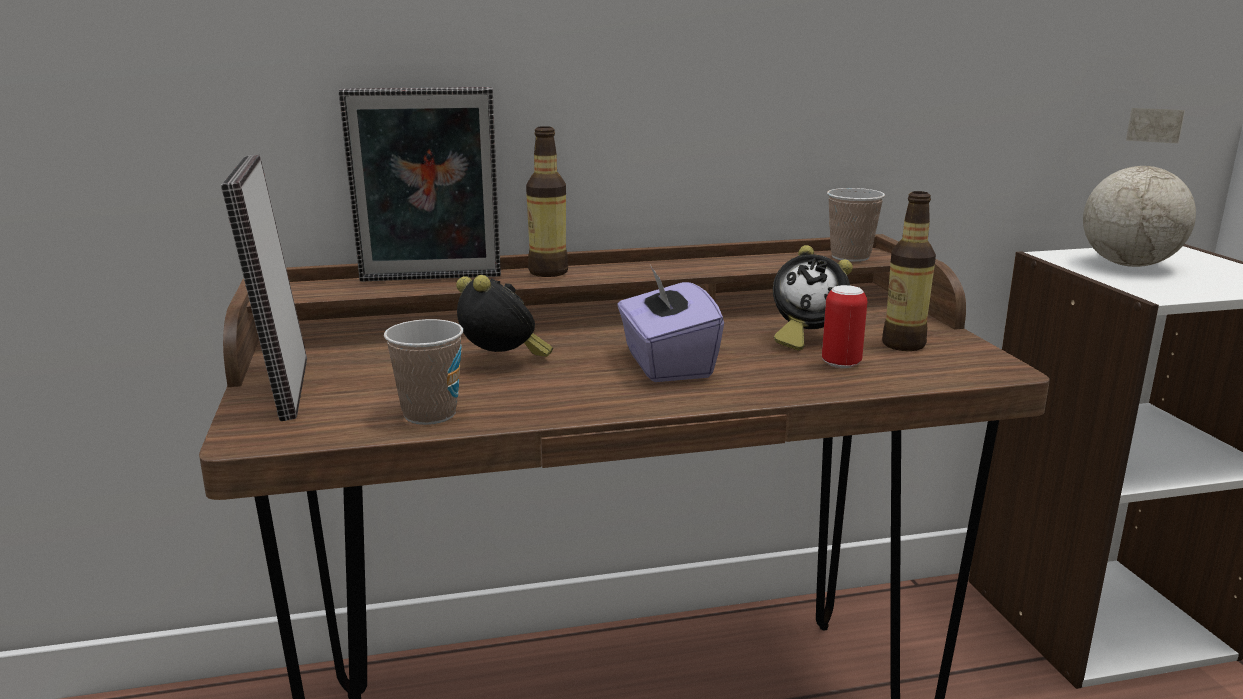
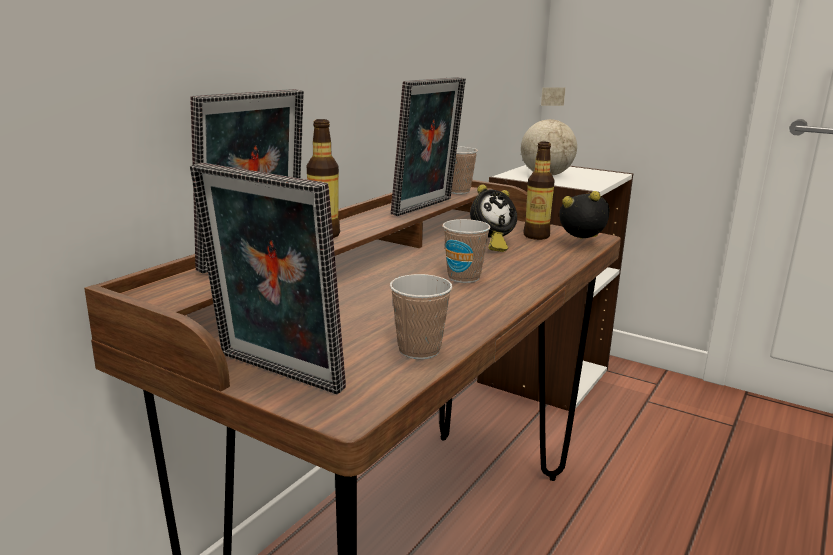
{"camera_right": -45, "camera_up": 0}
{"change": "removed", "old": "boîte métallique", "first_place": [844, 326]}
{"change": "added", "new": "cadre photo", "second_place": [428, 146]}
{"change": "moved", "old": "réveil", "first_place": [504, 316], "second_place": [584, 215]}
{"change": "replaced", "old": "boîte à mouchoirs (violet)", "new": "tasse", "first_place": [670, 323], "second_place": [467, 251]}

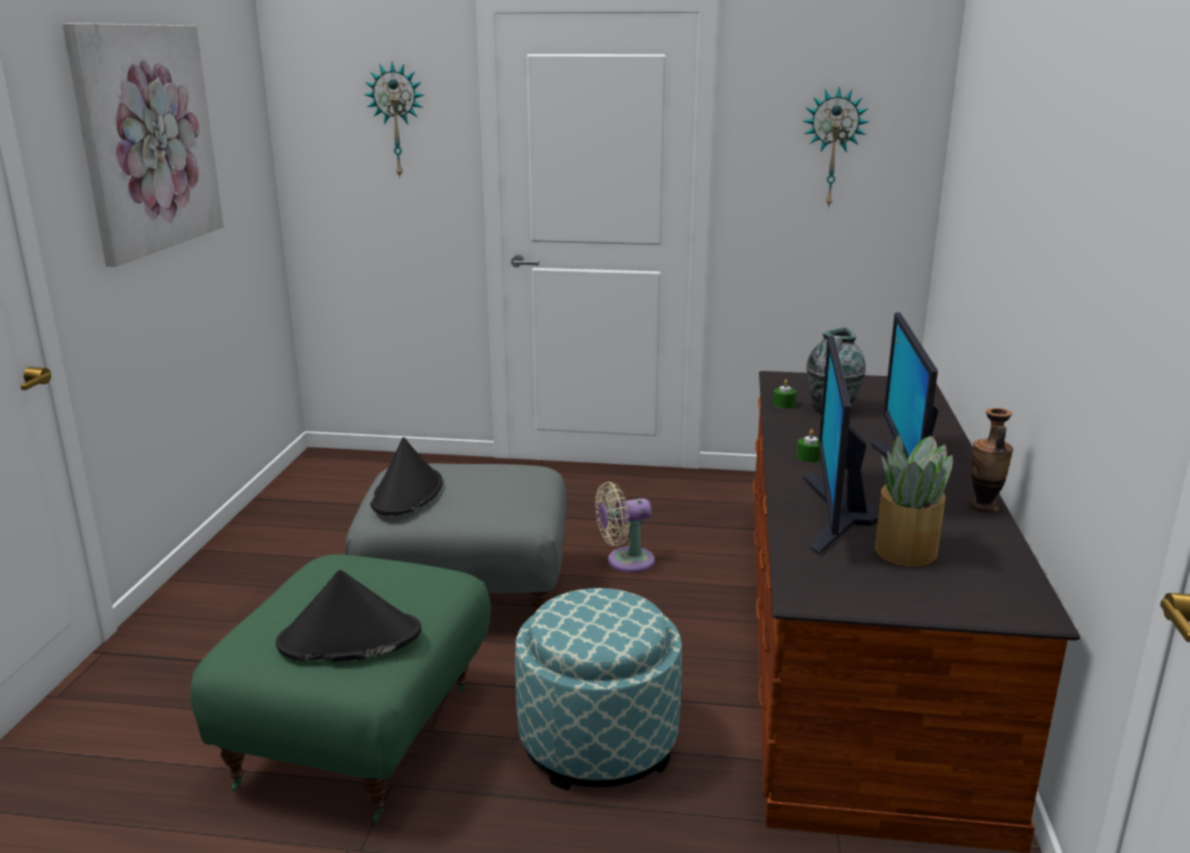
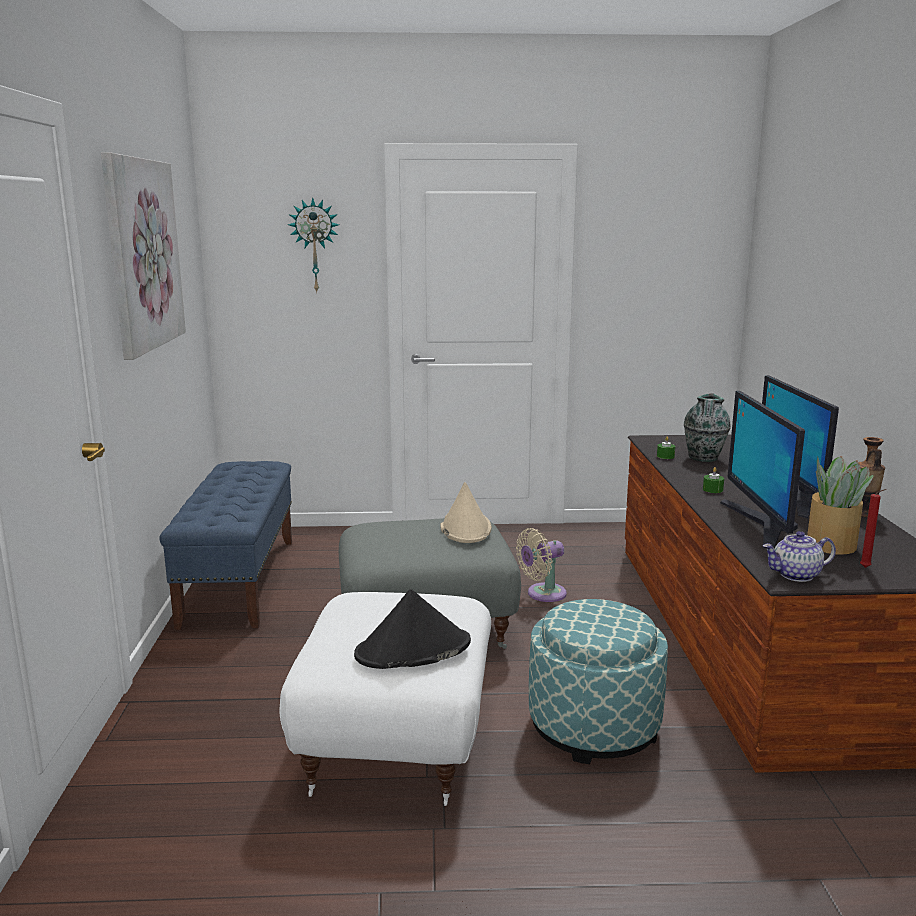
{"camera_right": -10, "camera_up": -5}
{"change": "removed", "old": "chapeau (noir)", "first_place": [406, 476]}
{"change": "removed", "old": "horloge murale", "first_place": [836, 147]}
{"change": "added", "new": "banc (bleu)", "second_place": [225, 545]}
{"change": "added", "new": "chapeau (beige)", "second_place": [466, 512]}
{"change": "added", "new": "théière", "second_place": [799, 556]}
{"change": "added", "new": "bougie (rouge)", "second_place": [873, 528]}
{"change": "recoloured", "old": "pouf (vert)", "new": "pouf (blanc)", "first_place": [340, 688], "second_place": [385, 699]}

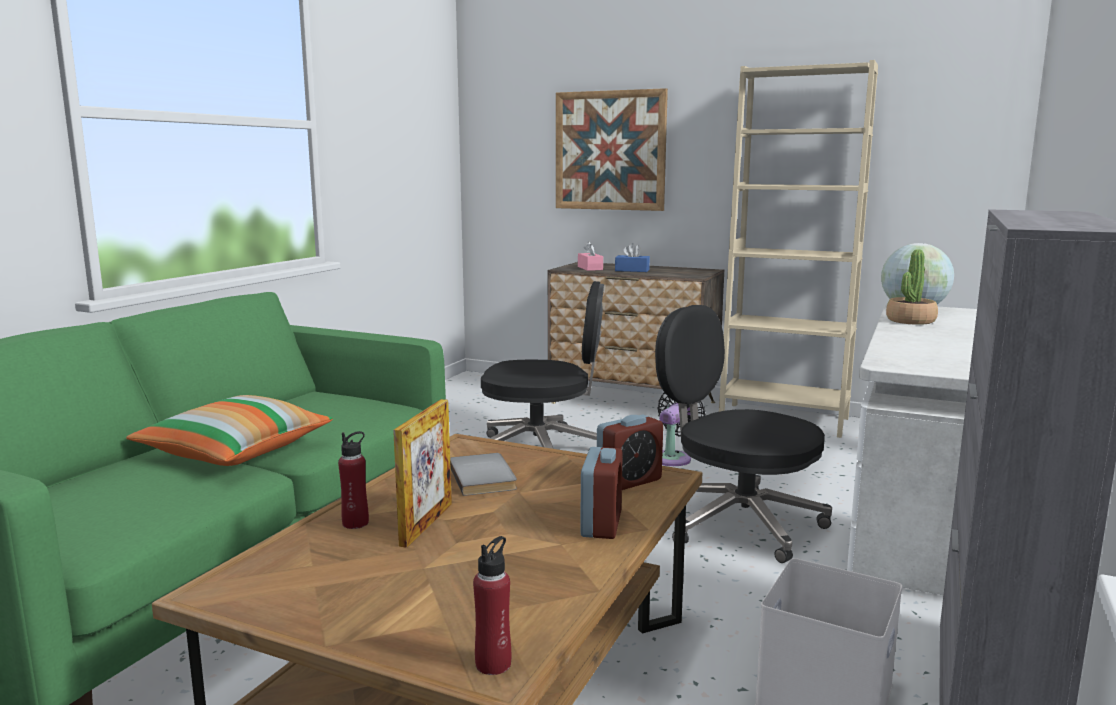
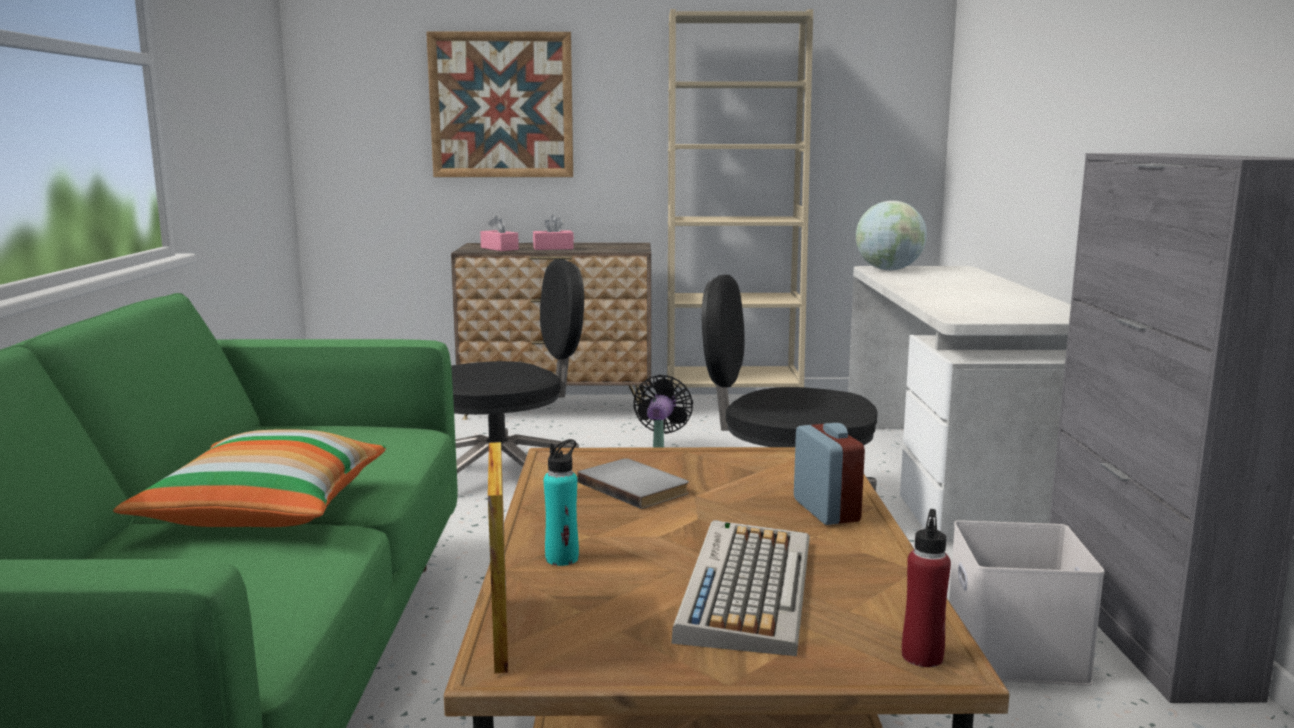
{"camera_right": -25, "camera_up": 0}
{"change": "removed", "old": "réveil", "first_place": [630, 452]}
{"change": "removed", "old": "plante en pot", "first_place": [912, 287]}
{"change": "added", "new": "clavier", "second_place": [740, 588]}
{"change": "moved", "old": "cadre photo", "first_place": [422, 473], "second_place": [498, 557]}
{"change": "recoloured", "old": "bouteille (rouge)", "new": "bouteille (turquoise)", "first_place": [353, 480], "second_place": [561, 502]}
{"change": "recoloured", "old": "boîte à mouchoirs (bleu)", "new": "boîte à mouchoirs (rose)", "first_place": [632, 257], "second_place": [553, 232]}

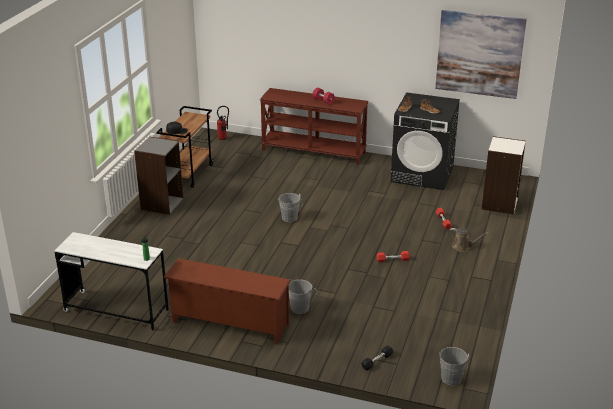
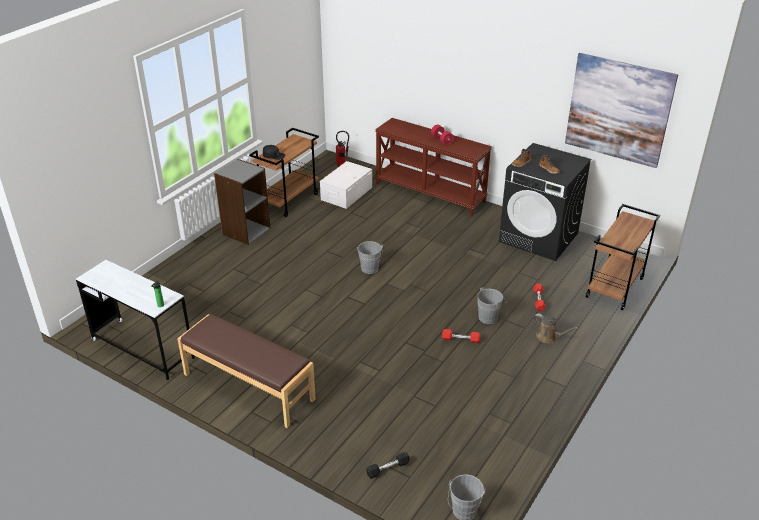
{"camera_right": 15, "camera_up": 5}
{"change": "added", "new": "boîte de rangement (blanc)", "second_place": [346, 185]}
{"change": "moved", "old": "seau (gris)", "first_place": [301, 296], "second_place": [491, 305]}
{"change": "replaced", "old": "étagère à chaussures (marron)", "new": "banc (marron)", "first_place": [227, 301], "second_place": [246, 371]}
{"change": "replaced", "old": "bibliothèque (blanc)", "new": "chariot (marron)", "first_place": [504, 175], "second_place": [623, 257]}

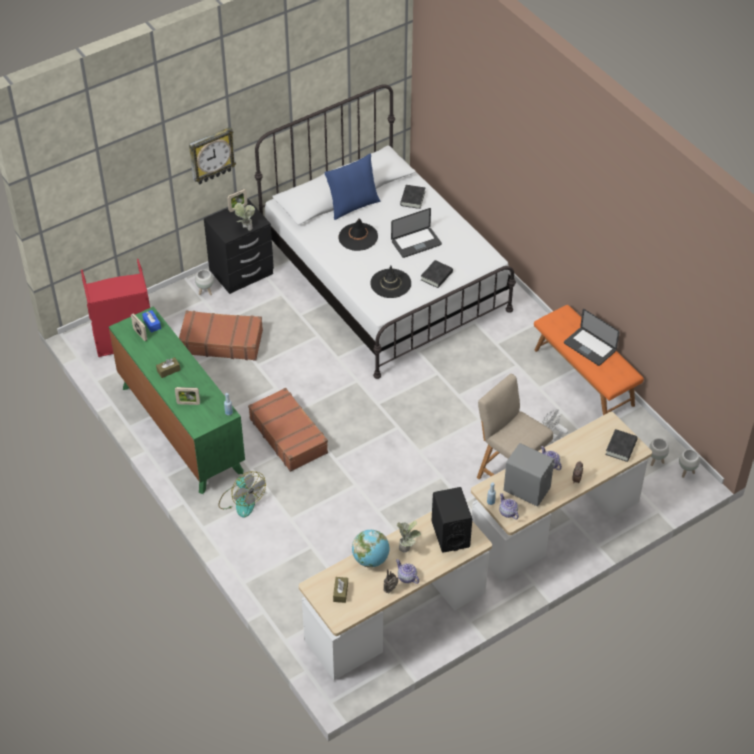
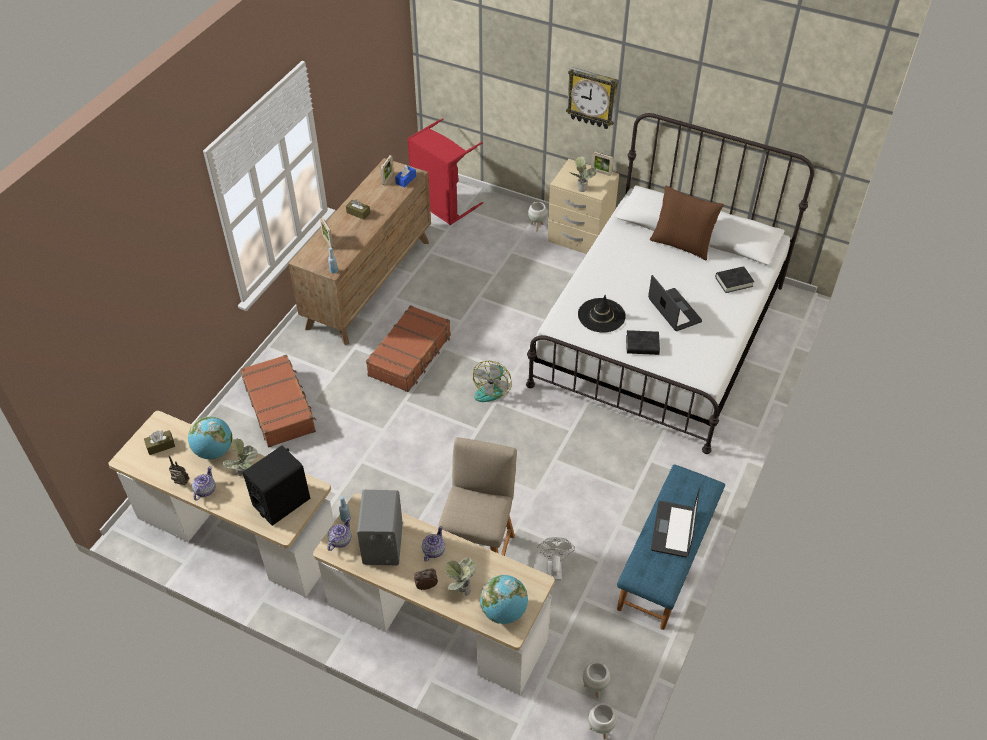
{"camera_right": 60, "camera_up": 0}
{"change": "removed", "old": "chapeau (noir)", "first_place": [358, 234]}
{"change": "added", "new": "plante en pot", "second_place": [460, 577]}
{"change": "moved", "old": "valise (marron)", "first_place": [221, 336], "second_place": [278, 401]}
{"change": "moved", "old": "ventilateur", "first_place": [242, 494], "second_place": [492, 381]}
{"change": "replaced", "old": "livre (noir)", "new": "globe", "first_place": [621, 445], "second_place": [504, 599]}
{"change": "recoloured", "old": "commode (vert)", "new": "commode (marron)", "first_place": [177, 400], "second_place": [359, 251]}
{"change": "recoloured", "old": "table de chevet (noir)", "new": "table de chevet (beige)", "first_place": [239, 246], "second_place": [583, 206]}
{"change": "recoloured", "old": "coussin (bleu)", "new": "coussin (marron)", "first_place": [352, 187], "second_place": [687, 223]}
{"change": "recoloured", "old": "banc (orange)", "new": "banc (bleu)", "first_place": [589, 360], "second_place": [671, 547]}
{"change": "turned", "old": "ordinateur portable", "first_place": [416, 233], "second_place": [675, 303], "degrees": -150}

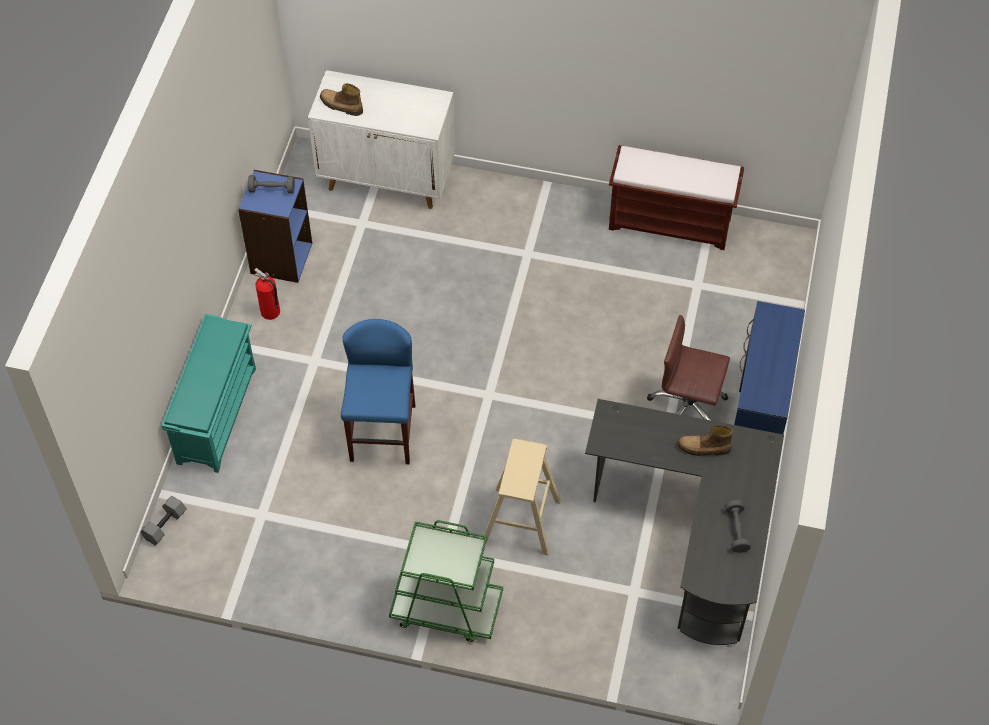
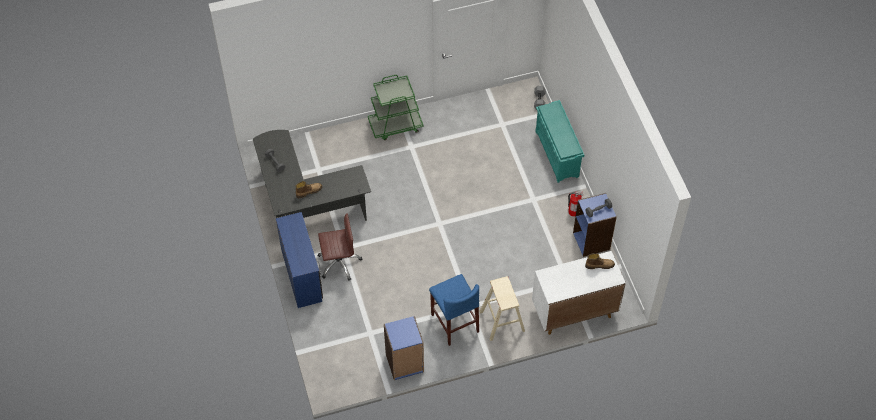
{"camera_right": 150, "camera_up": 0}
{"change": "moved", "old": "tabouret (bleu)", "first_place": [378, 391], "second_place": [454, 310]}
{"change": "moved", "old": "tabouret (beige)", "first_place": [522, 497], "second_place": [502, 308]}
{"change": "replaced", "old": "banc (marron)", "new": "bibliothèque (bleu)", "first_place": [676, 197], "second_place": [404, 348]}

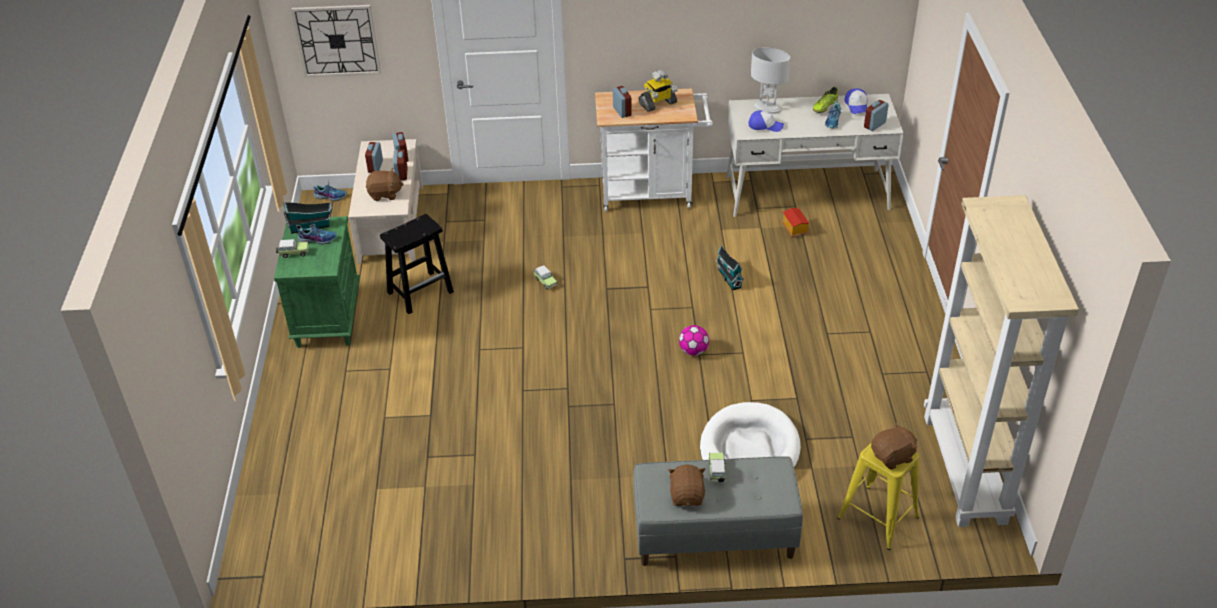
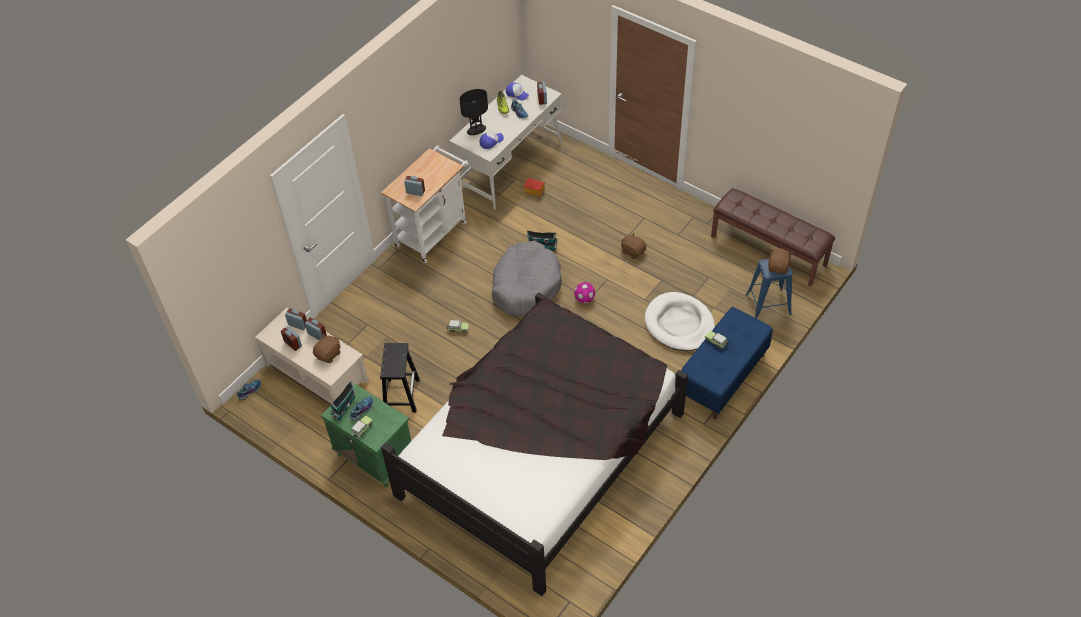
{"camera_right": -50, "camera_up": 10}
{"change": "removed", "old": "horloge murale", "first_place": [336, 41]}
{"change": "removed", "old": "robot jouet", "first_place": [658, 91]}
{"change": "added", "new": "lit (noir)", "second_place": [534, 444]}
{"change": "added", "new": "panier pour chien (gris)", "second_place": [527, 278]}
{"change": "moved", "old": "peluche (marron)", "first_place": [686, 485], "second_place": [633, 246]}
{"change": "replaced", "old": "bibliothèque (beige)", "new": "banc (marron)", "first_place": [1001, 361], "second_place": [773, 237]}
{"change": "recoloured", "old": "banc (gris)", "new": "banc (bleu)", "first_place": [718, 511], "second_place": [727, 363]}
{"change": "recoloured", "old": "lampe de table (blanc)", "new": "lampe de table (noir)", "first_place": [770, 80], "second_place": [474, 112]}
{"change": "recoloured", "old": "tabouret (jaune)", "new": "tabouret (bleu)", "first_place": [878, 496], "second_place": [769, 289]}

